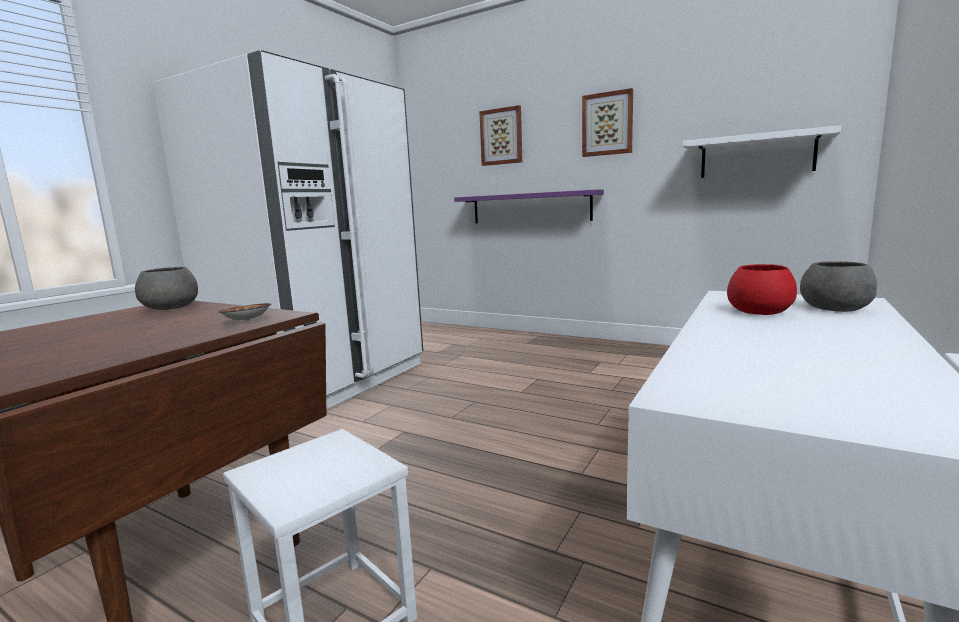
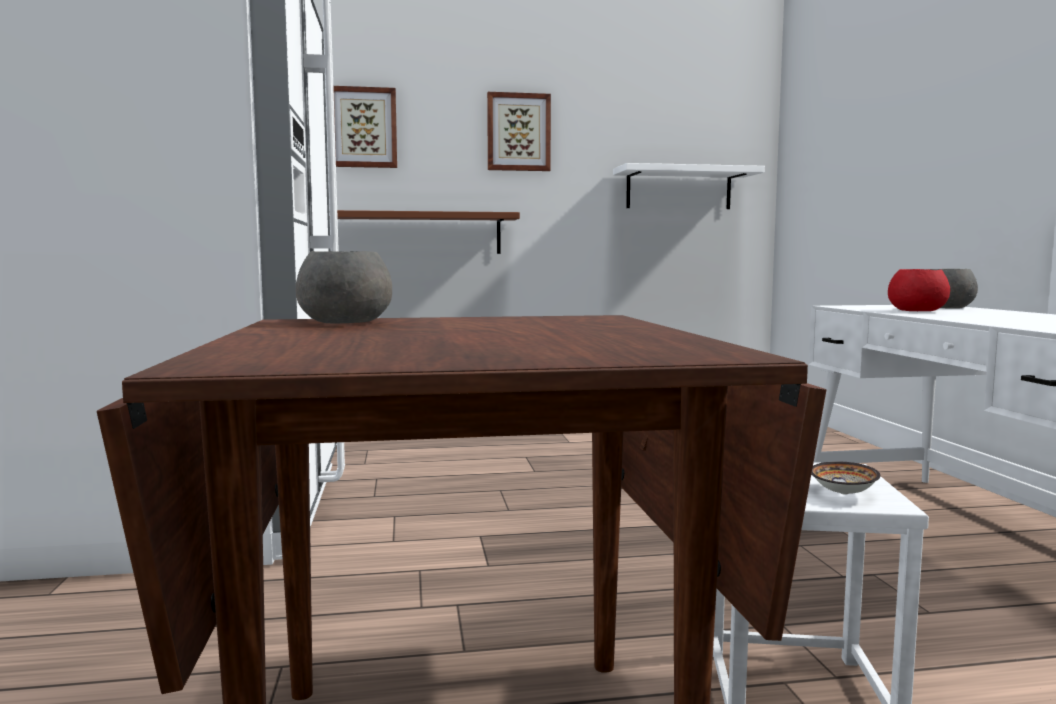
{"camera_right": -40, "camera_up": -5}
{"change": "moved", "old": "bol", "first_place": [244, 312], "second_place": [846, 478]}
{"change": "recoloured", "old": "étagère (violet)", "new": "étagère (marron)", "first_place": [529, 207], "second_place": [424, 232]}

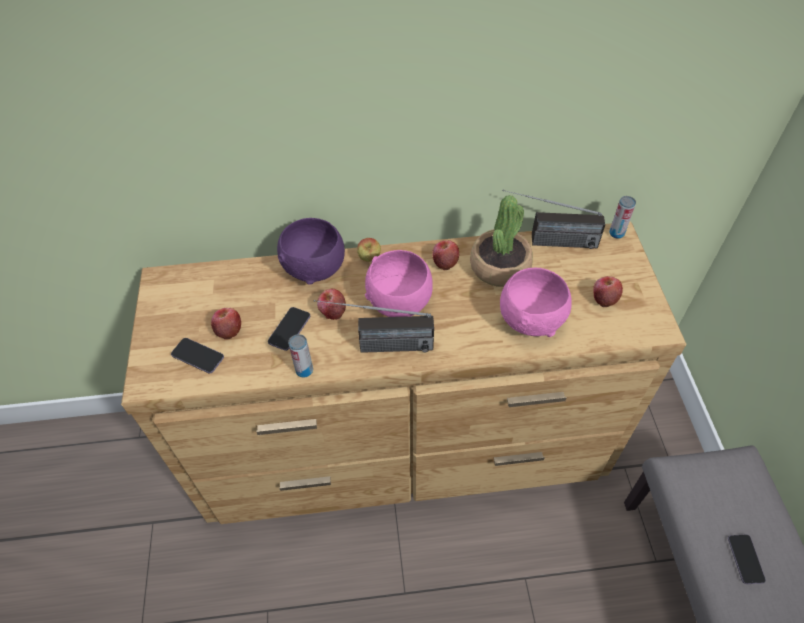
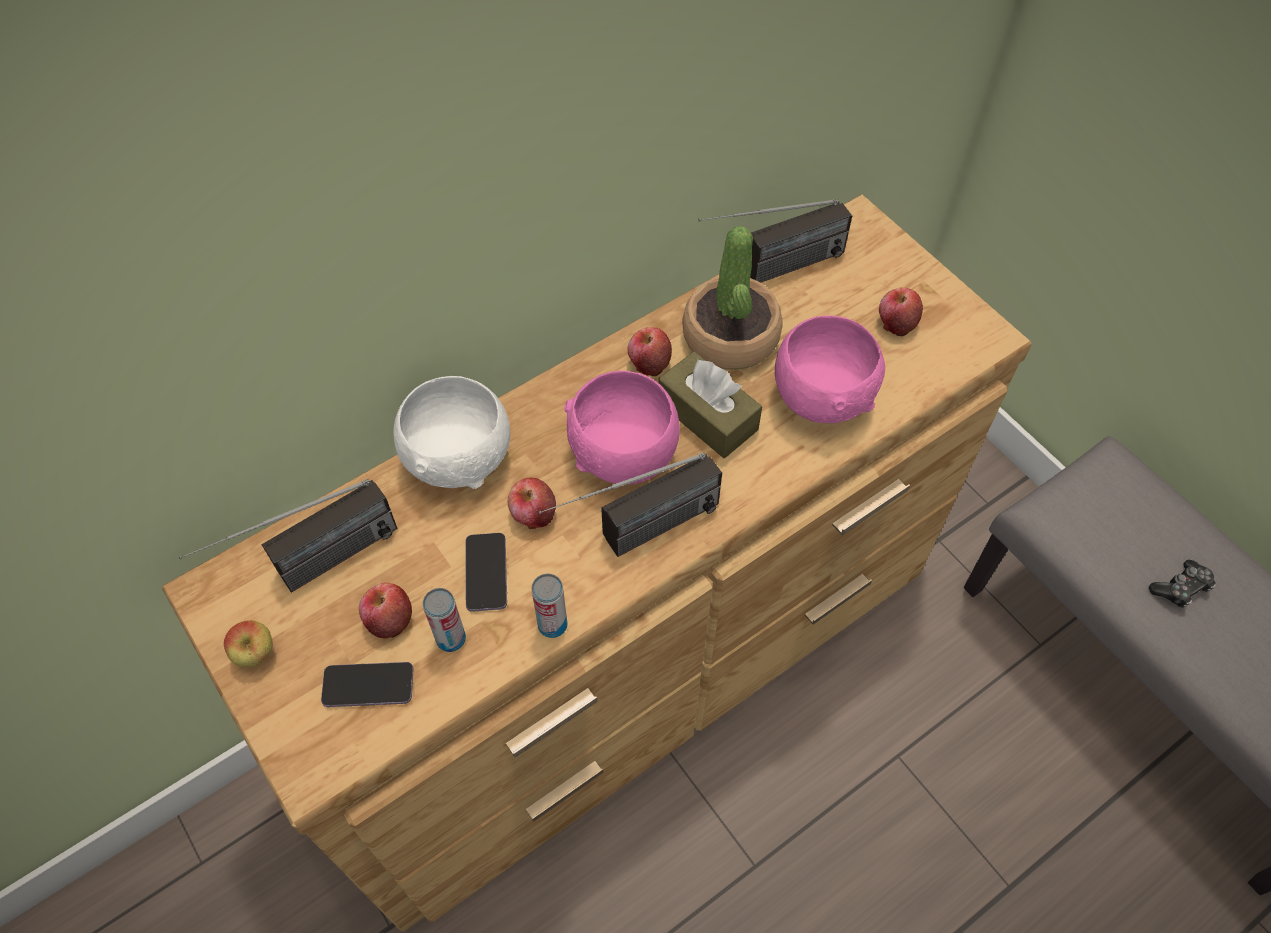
{"camera_right": -30, "camera_up": 5}
{"change": "added", "new": "radio", "second_place": [288, 535]}
{"change": "added", "new": "boîte à mouchoirs (marron)", "second_place": [710, 404]}
{"change": "moved", "old": "pomme", "first_place": [369, 250], "second_place": [248, 643]}
{"change": "moved", "old": "boîte métallique", "first_place": [622, 217], "second_place": [444, 620]}
{"change": "replaced", "old": "téléphone", "new": "manette", "first_place": [747, 559], "second_place": [1182, 584]}
{"change": "recoloured", "old": "bol (violet)", "new": "bol (blanc)", "first_place": [311, 251], "second_place": [451, 432]}

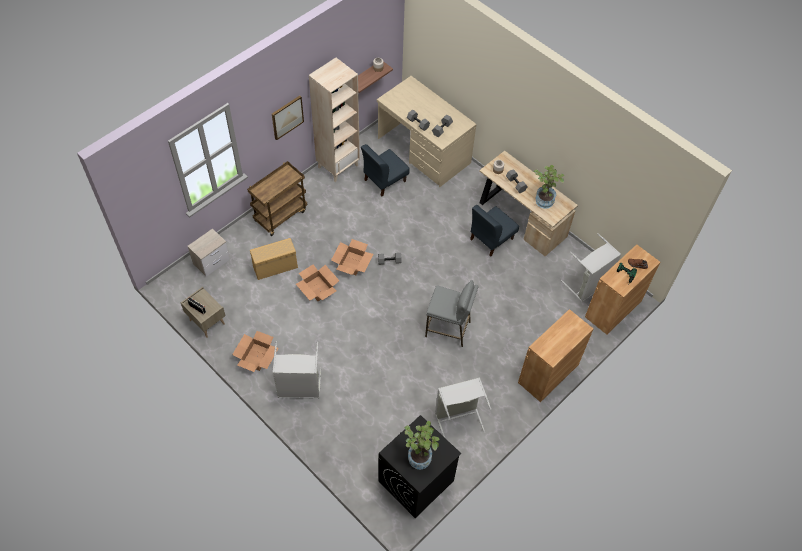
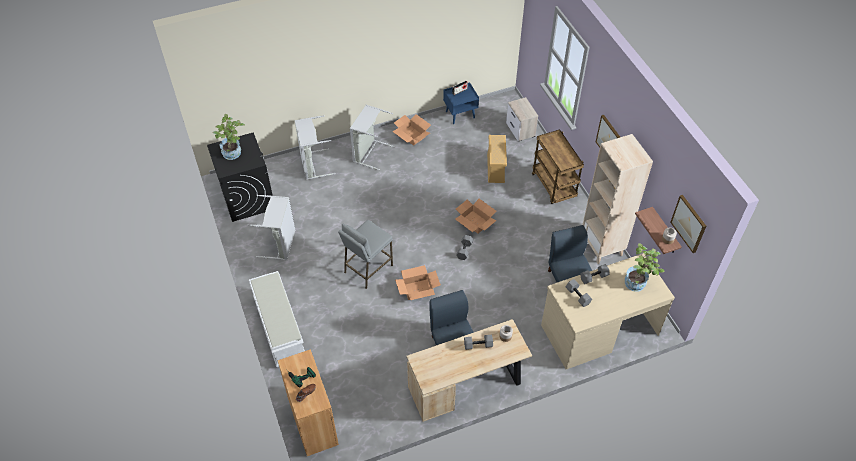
{"camera_right": 115, "camera_up": -5}
{"change": "added", "new": "tableau", "second_place": [688, 224]}
{"change": "moved", "old": "carton", "first_place": [318, 282], "second_place": [418, 282]}
{"change": "moved", "old": "plante en pot", "first_place": [549, 187], "second_place": [645, 267]}
{"change": "moved", "old": "panier à linge (gris)", "first_place": [591, 267], "second_place": [315, 147]}
{"change": "replaced", "old": "meuble de rangement (marron)", "new": "banc (blanc)", "first_place": [555, 355], "second_place": [277, 320]}
{"change": "recoloured", "old": "table de chevet (beige)", "new": "table de chevet (bleu)", "first_place": [203, 312], "second_place": [461, 103]}

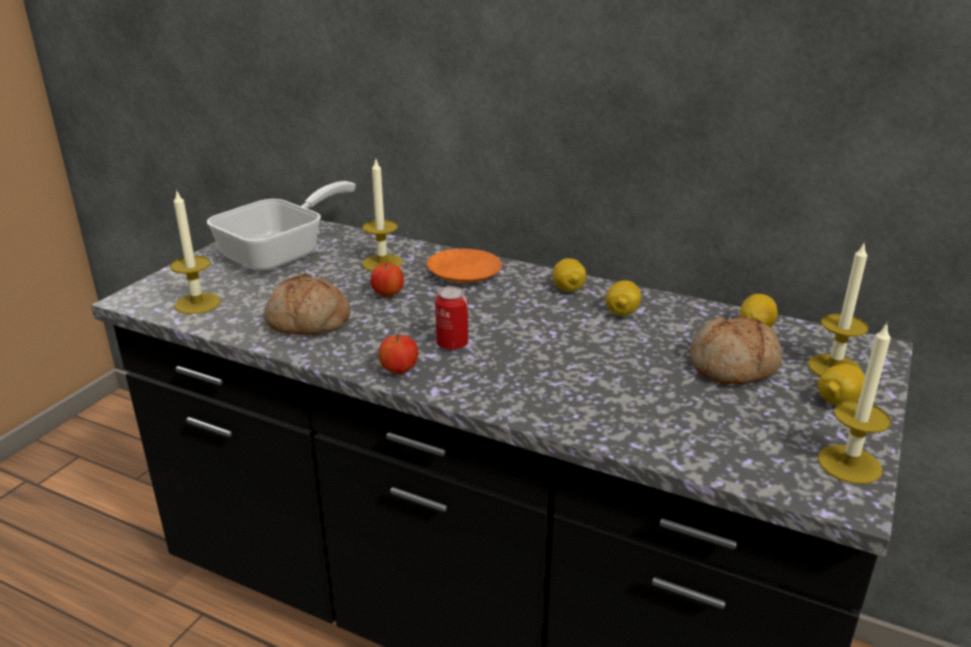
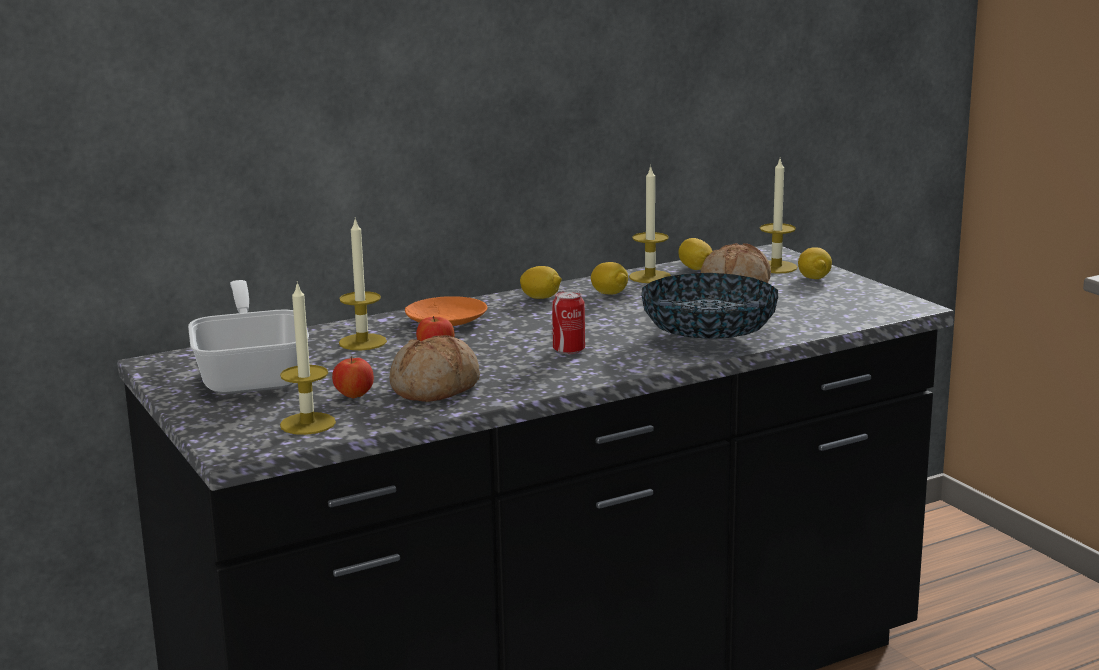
{"camera_right": -55, "camera_up": -10}
{"change": "added", "new": "bol", "second_place": [709, 306]}
{"change": "moved", "old": "pomme", "first_place": [398, 354], "second_place": [353, 377]}
{"change": "moved", "old": "bougie", "first_place": [854, 403], "second_place": [650, 224]}

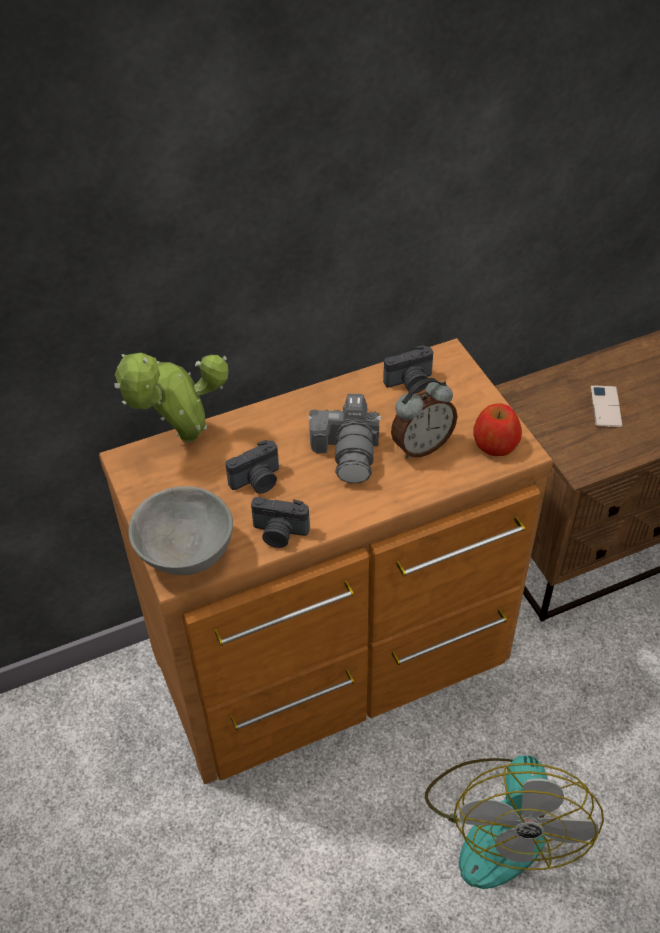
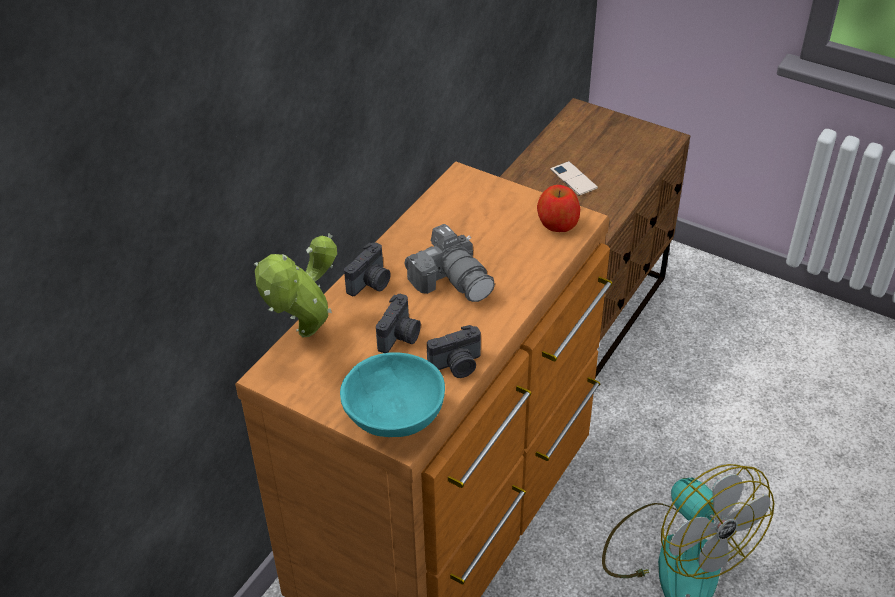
{"camera_right": -35, "camera_up": -5}
{"change": "removed", "old": "réveil", "first_place": [424, 418]}
{"change": "moved", "old": "appareil photo", "first_place": [408, 369], "second_place": [367, 269]}
{"change": "recoloured", "old": "bol (gris)", "new": "bol (turquoise)", "first_place": [180, 530], "second_place": [392, 395]}

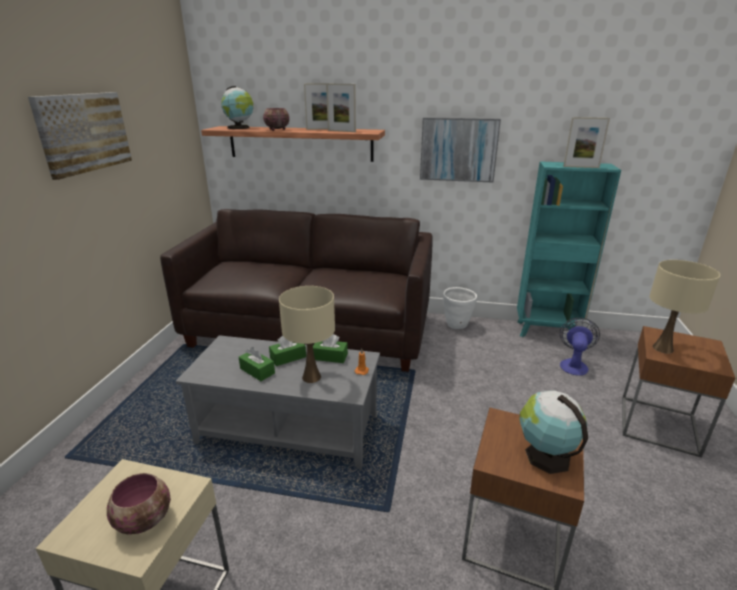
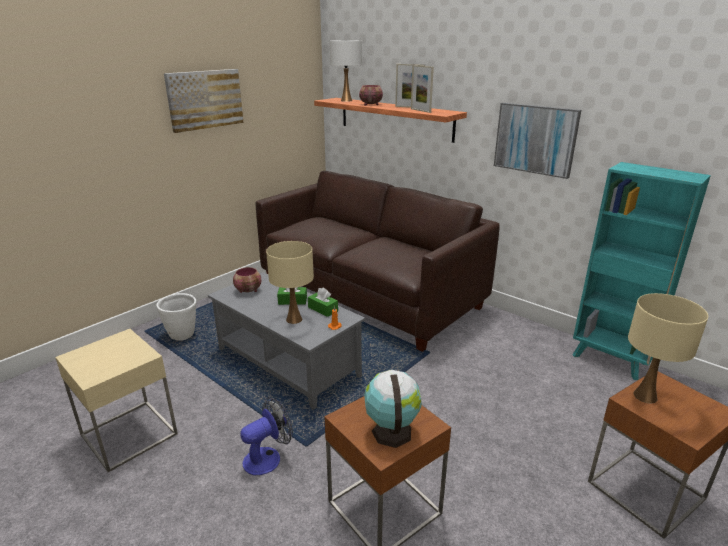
{"camera_right": 30, "camera_up": 0}
{"change": "removed", "old": "boîte à mouchoirs (vert)", "first_place": [257, 364]}
{"change": "removed", "old": "cadre photo", "first_place": [586, 142]}
{"change": "moved", "old": "bol", "first_place": [139, 503], "second_place": [247, 280]}
{"change": "moved", "old": "cache-pot (blanc)", "first_place": [460, 308], "second_place": [176, 317]}
{"change": "moved", "old": "ventilateur", "first_place": [580, 347], "second_place": [266, 436]}
{"change": "replaced", "old": "globe", "new": "lampe de table (blanc)", "first_place": [237, 107], "second_place": [346, 71]}

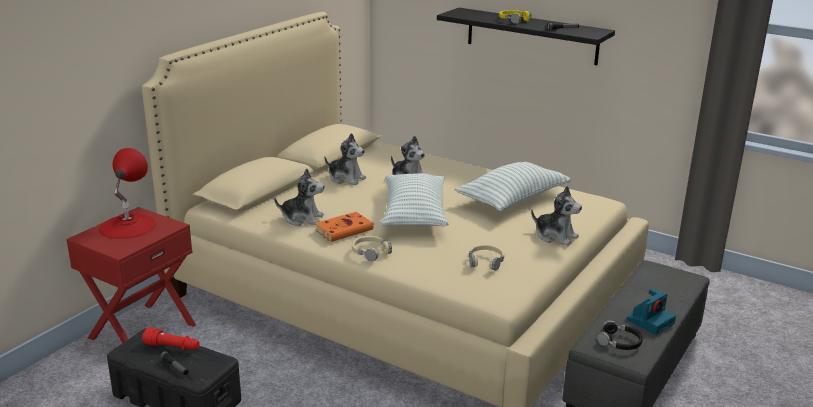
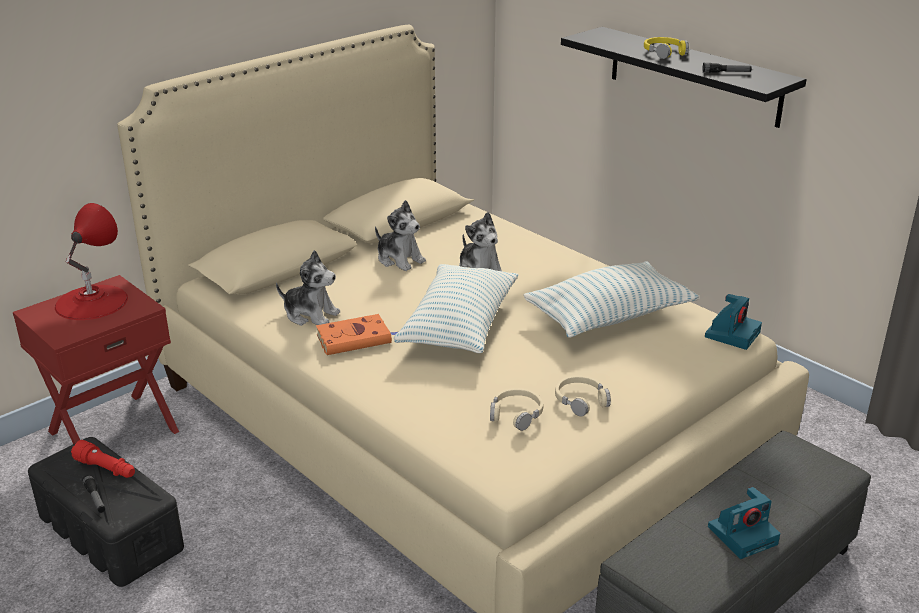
{"camera_right": 15, "camera_up": 5}
{"change": "removed", "old": "peluche", "first_place": [556, 216]}
{"change": "removed", "old": "casque audio (noir)", "first_place": [620, 335]}
{"change": "added", "new": "appareil photo", "second_place": [733, 322]}
{"change": "moved", "old": "casque audio (beige)", "first_place": [372, 248], "second_place": [583, 396]}

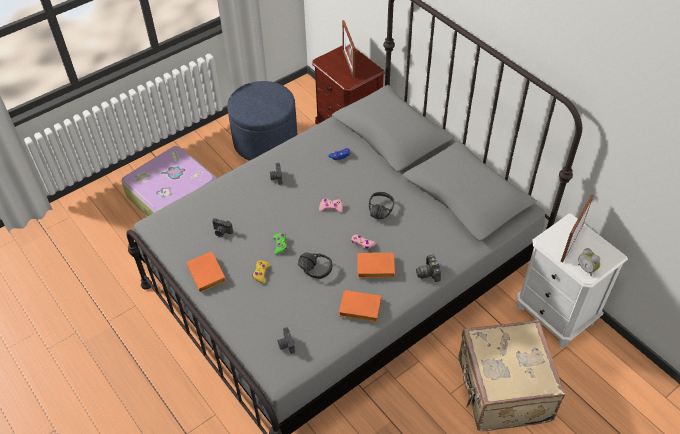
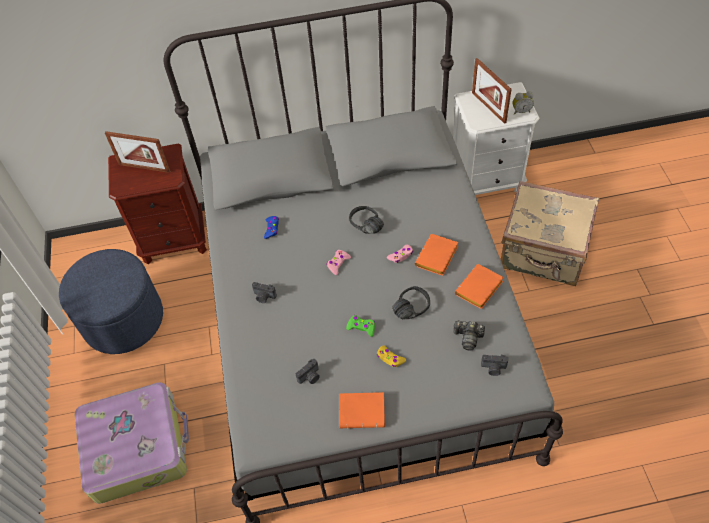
{"camera_right": -60, "camera_up": 5}
{"change": "moved", "old": "appareil photo", "first_place": [428, 268], "second_place": [469, 336]}

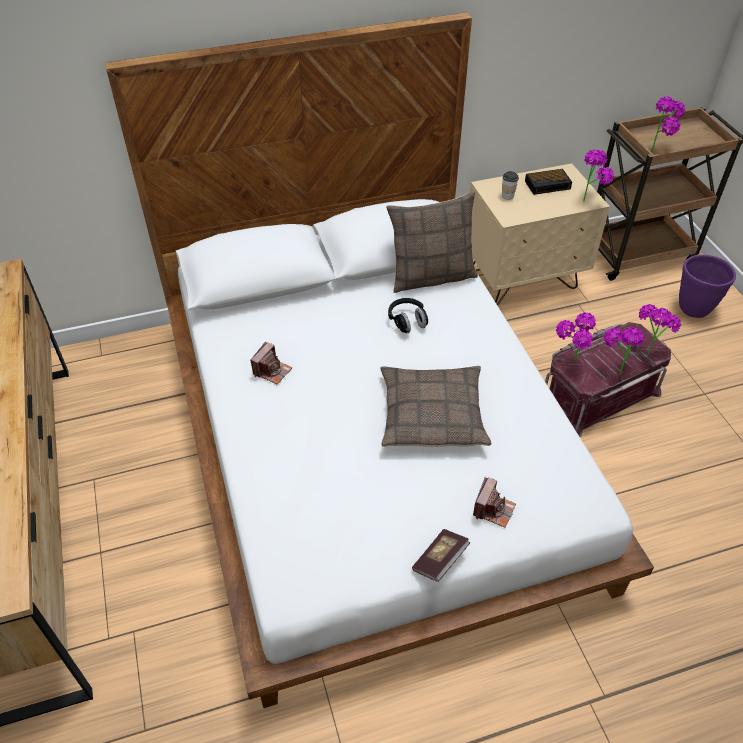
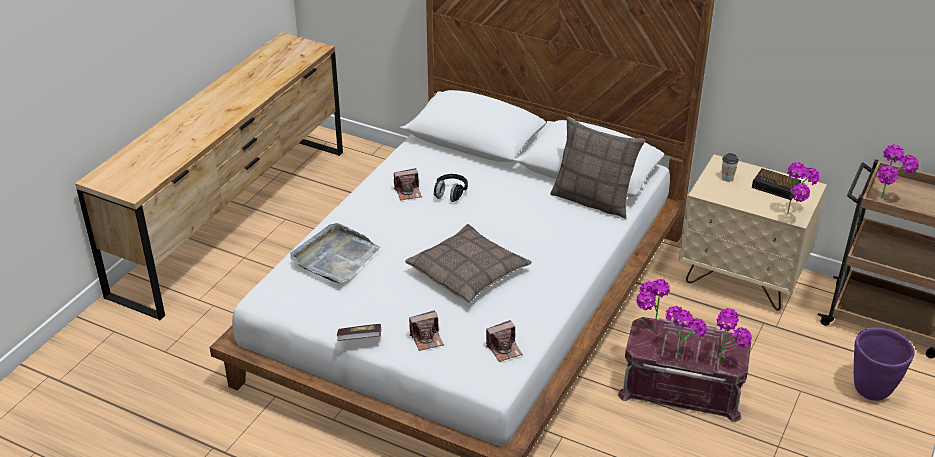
{"camera_right": 45, "camera_up": -10}
{"change": "added", "new": "plateau (gris)", "second_place": [335, 253]}
{"change": "added", "new": "appareil photo", "second_place": [504, 341]}
{"change": "moved", "old": "casque audio (noir)", "first_place": [408, 315], "second_place": [451, 188]}

